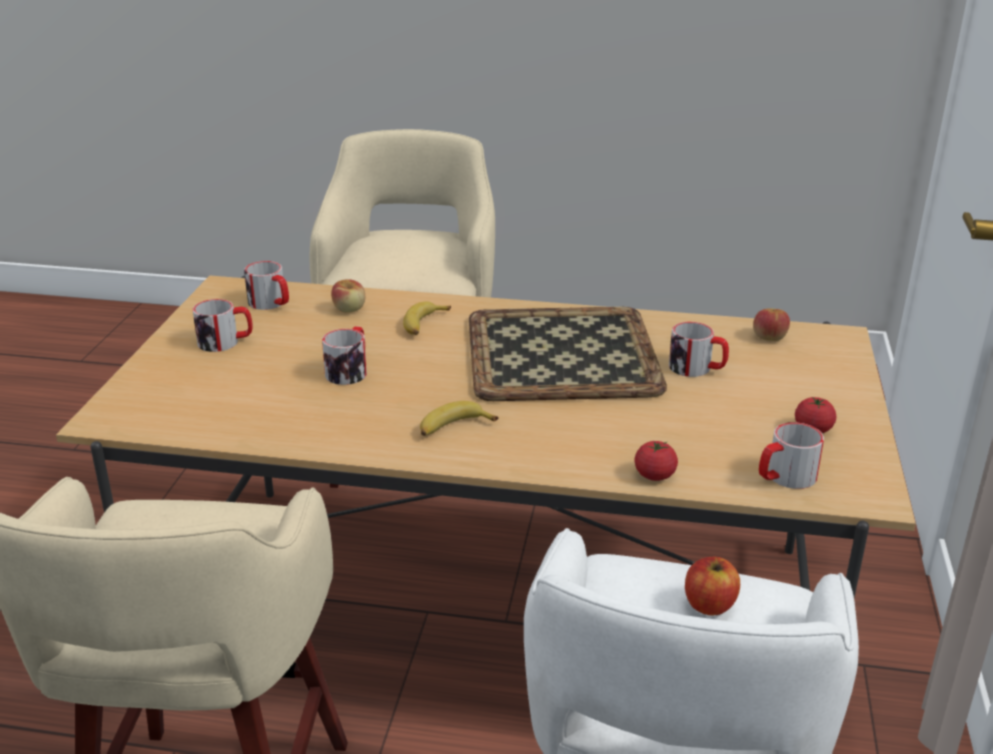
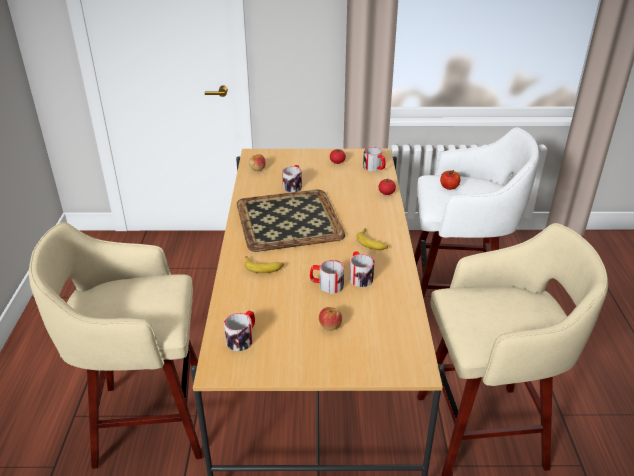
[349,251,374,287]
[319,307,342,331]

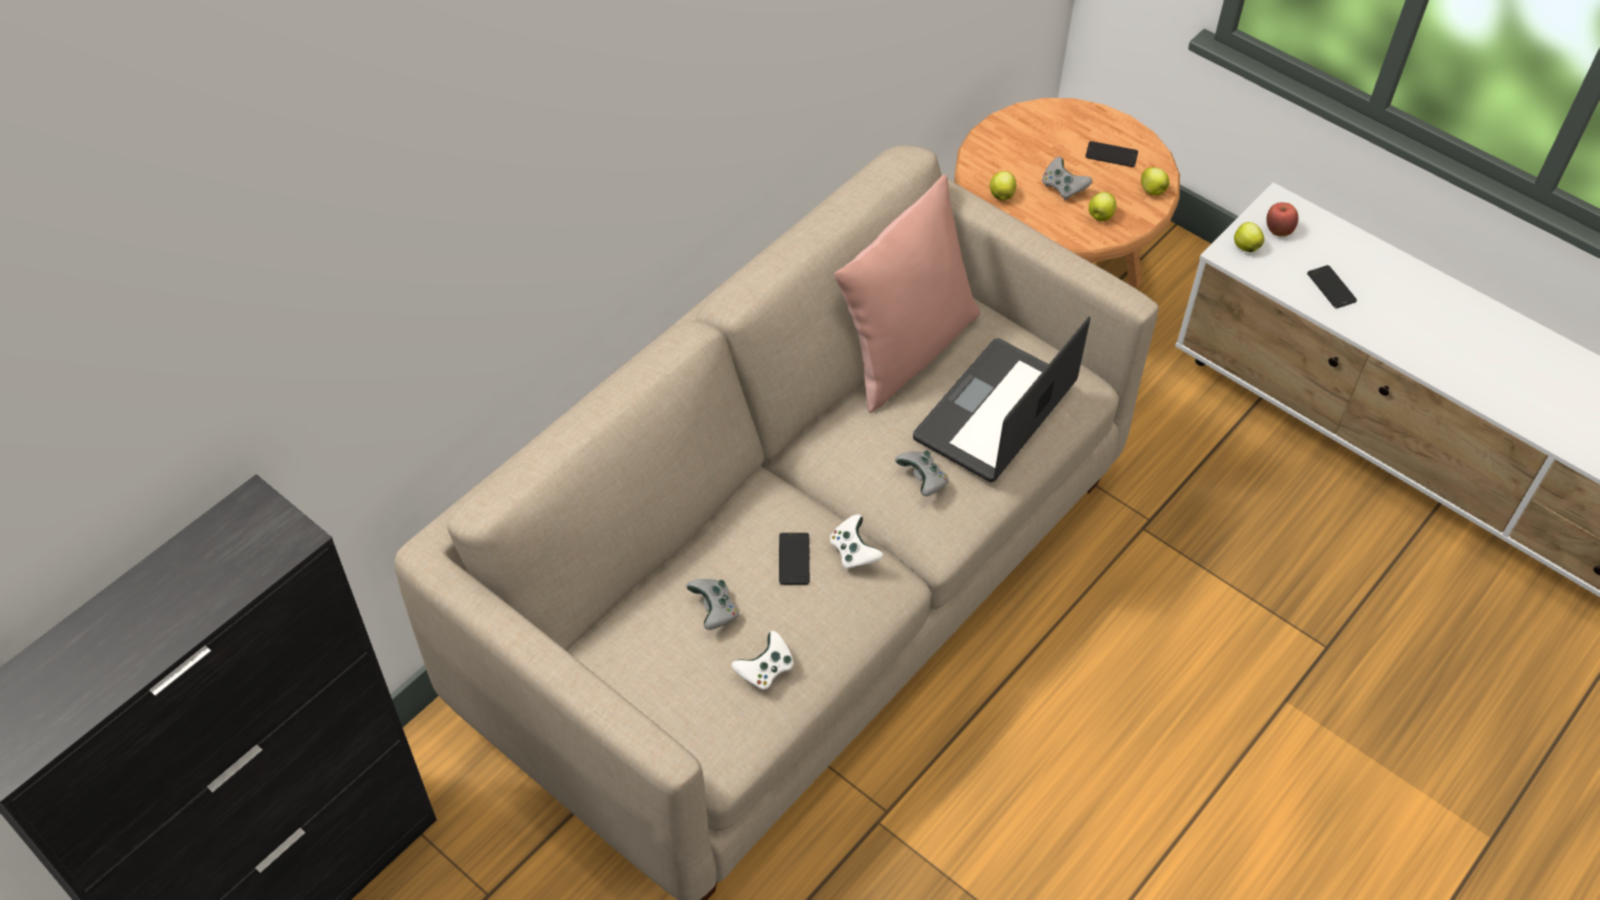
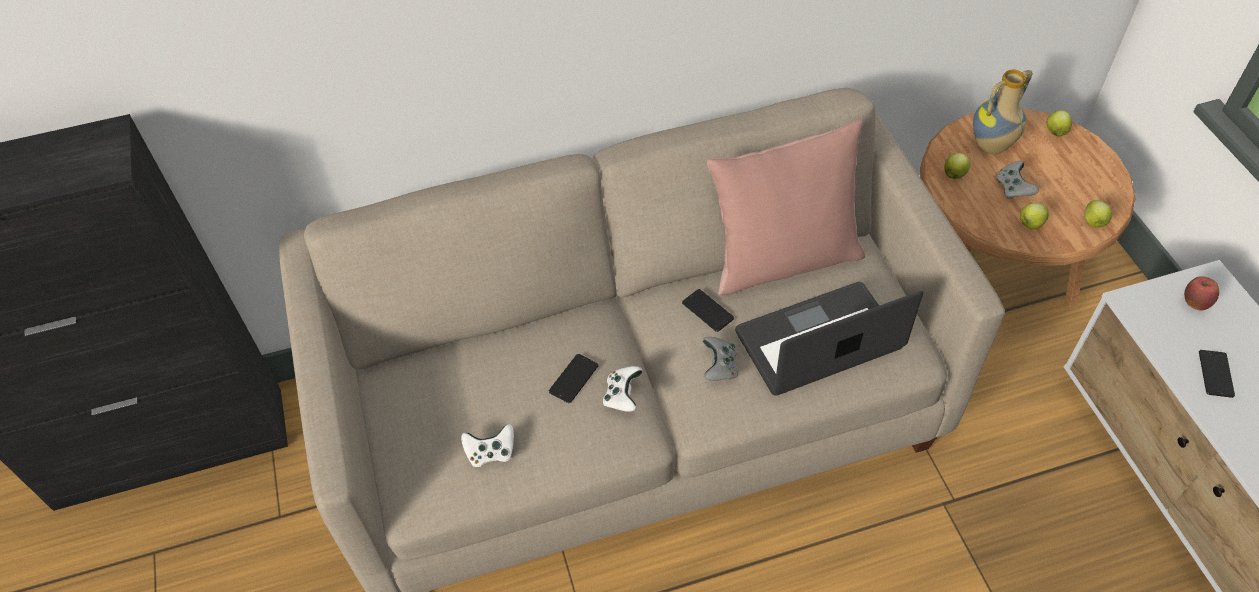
[686,579,739,630] (first image)
[682,289,734,332]
[1047,110,1072,136]
[973,70,1032,154]

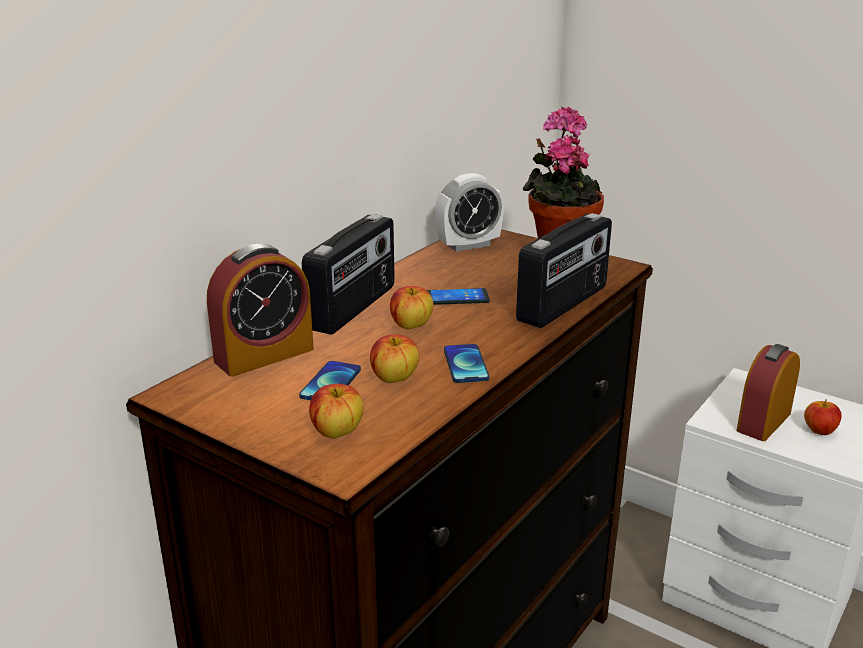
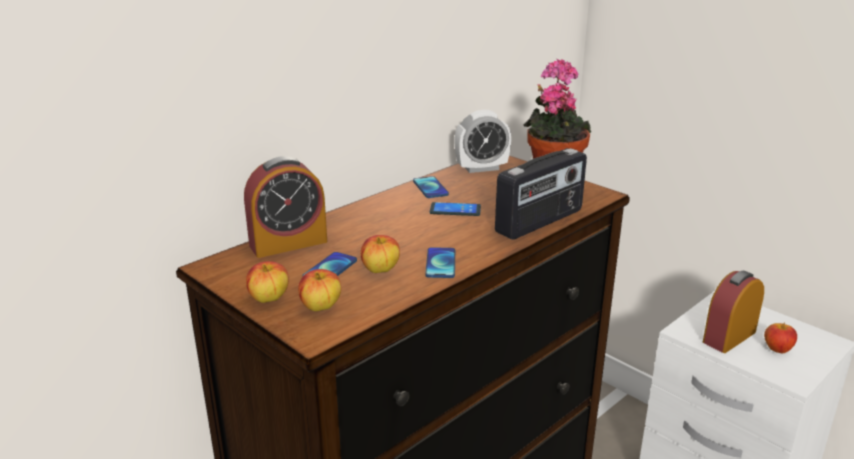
[302,214,395,335] (first image)
[246,261,289,303]
[413,176,449,198]

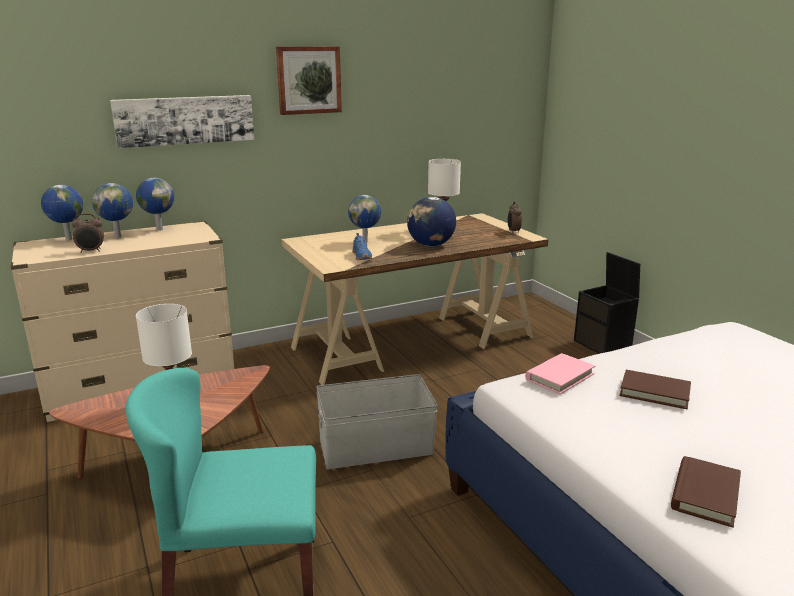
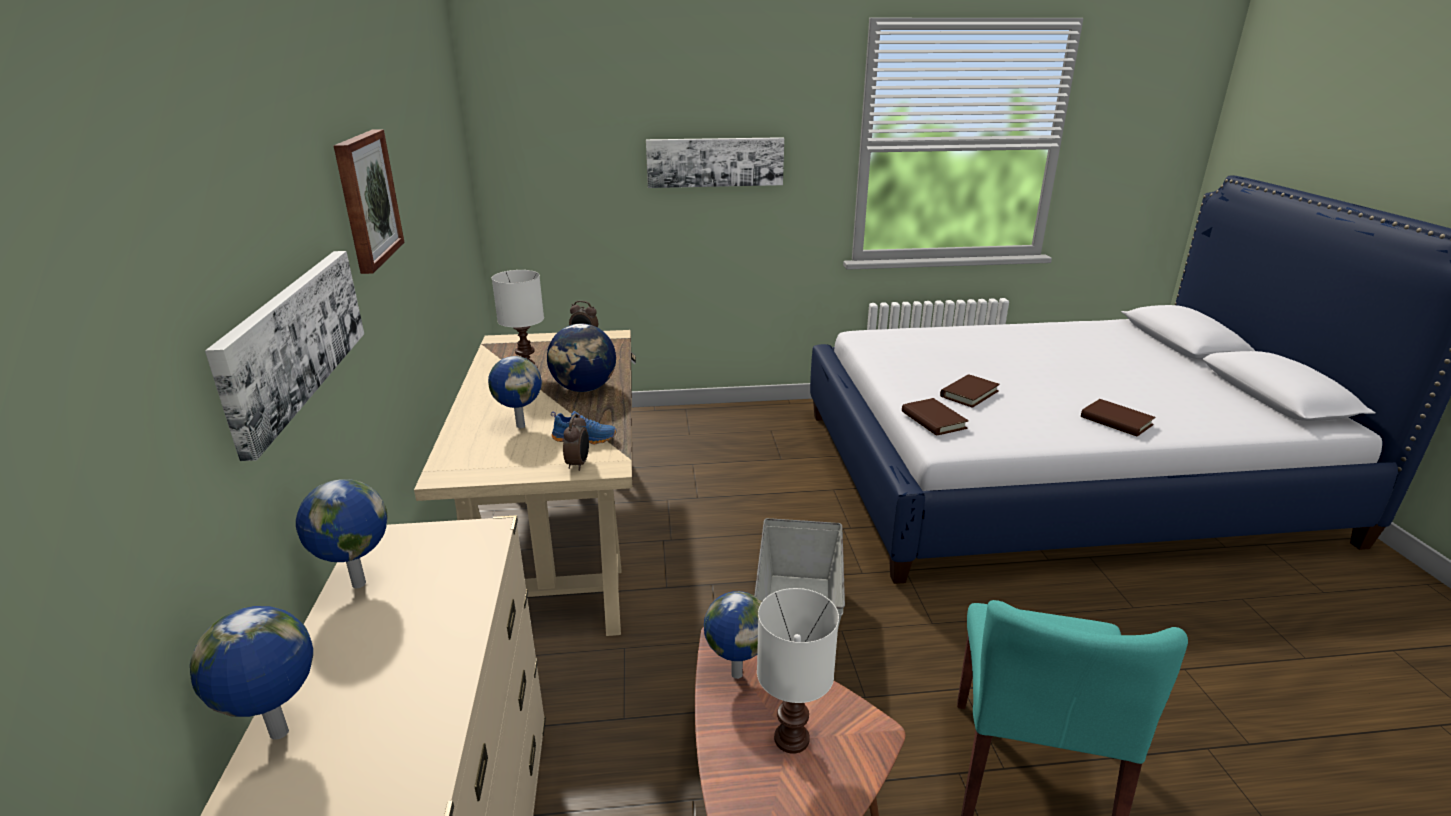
[563,414,589,471]
[704,591,761,679]
[902,398,969,436]
[574,252,640,354] (first image)
[646,137,784,188]

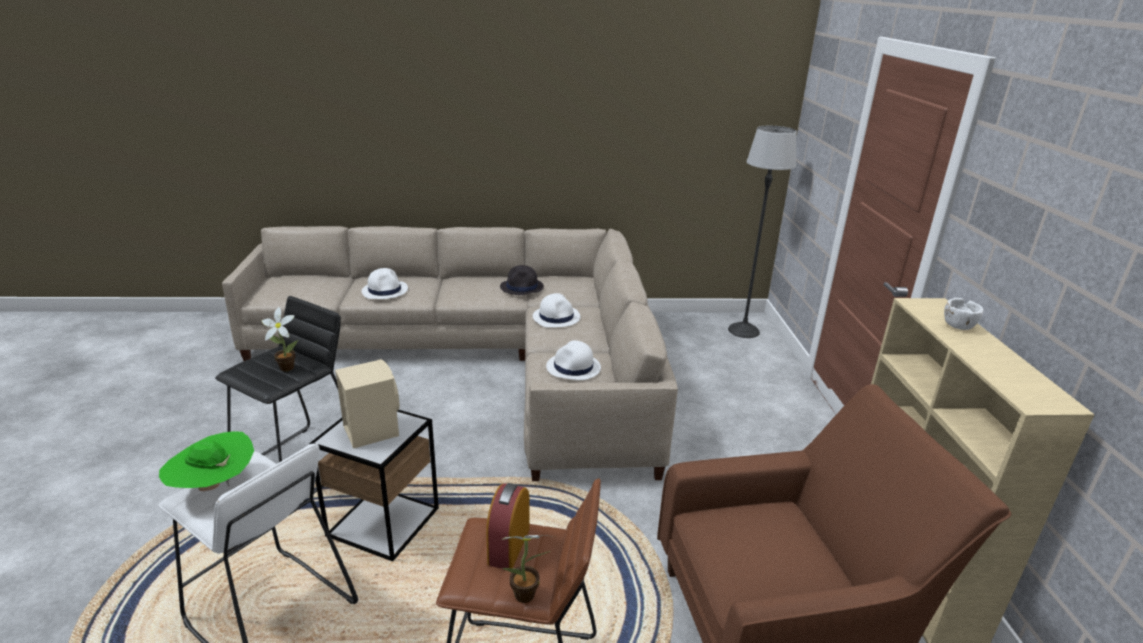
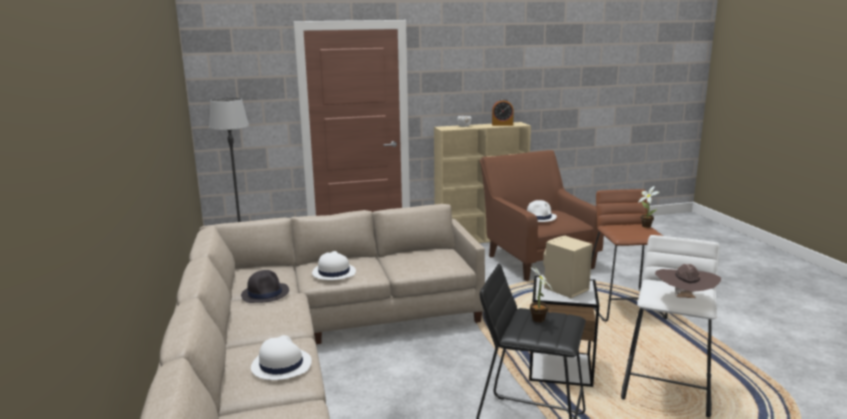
[655,264,721,298]
[492,99,514,126]
[527,200,557,222]

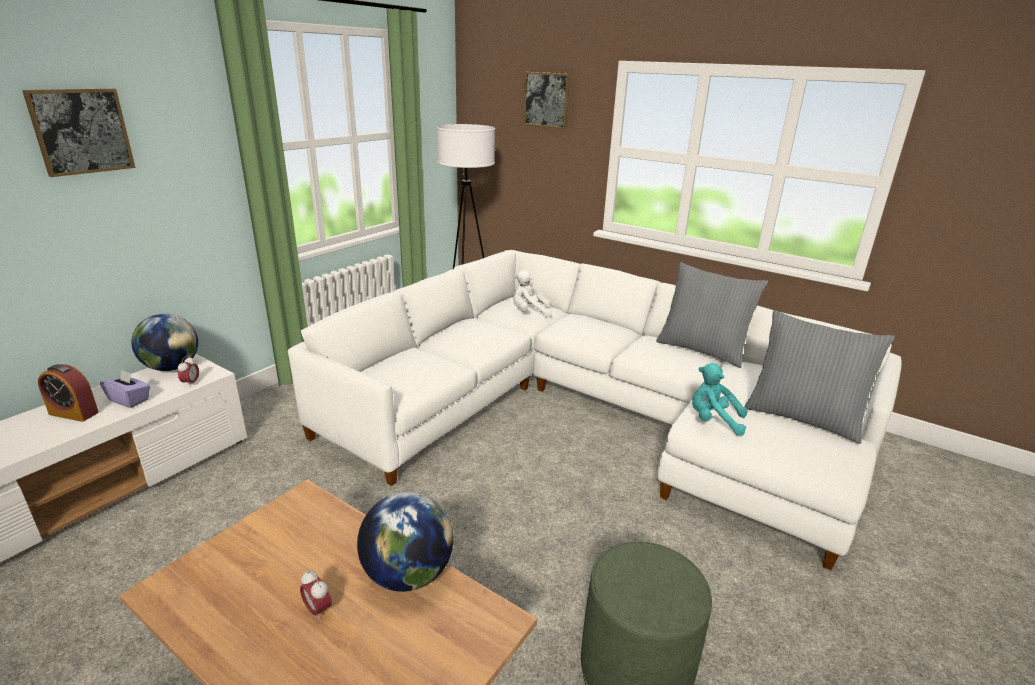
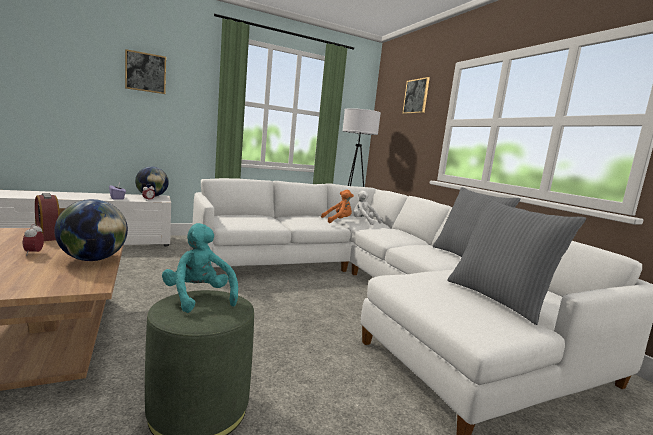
[35,193,60,241]
[162,223,238,313]
[321,190,354,223]

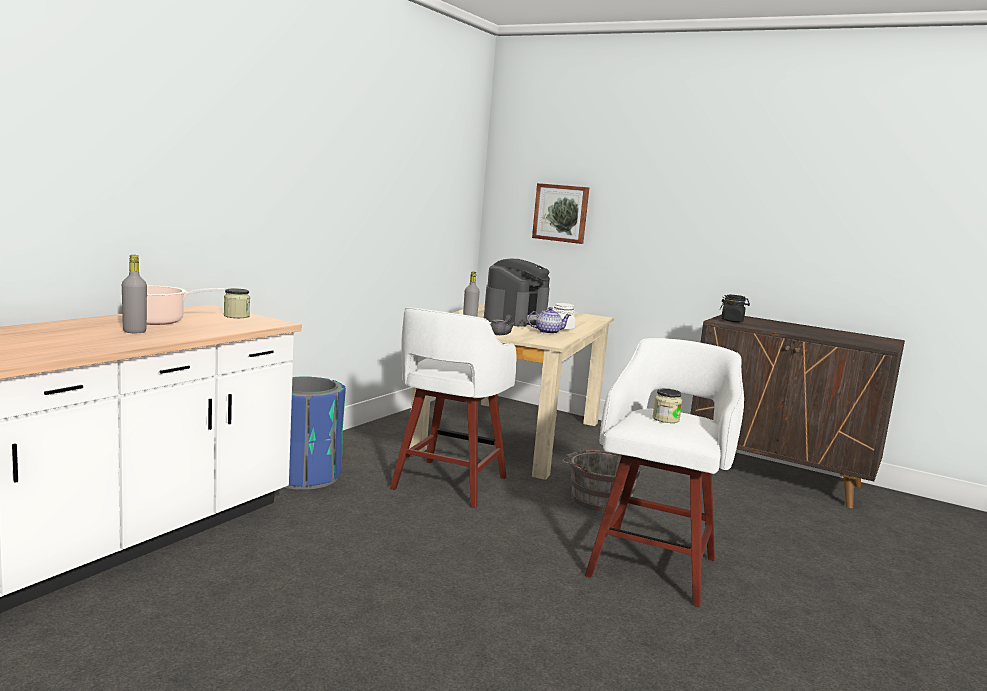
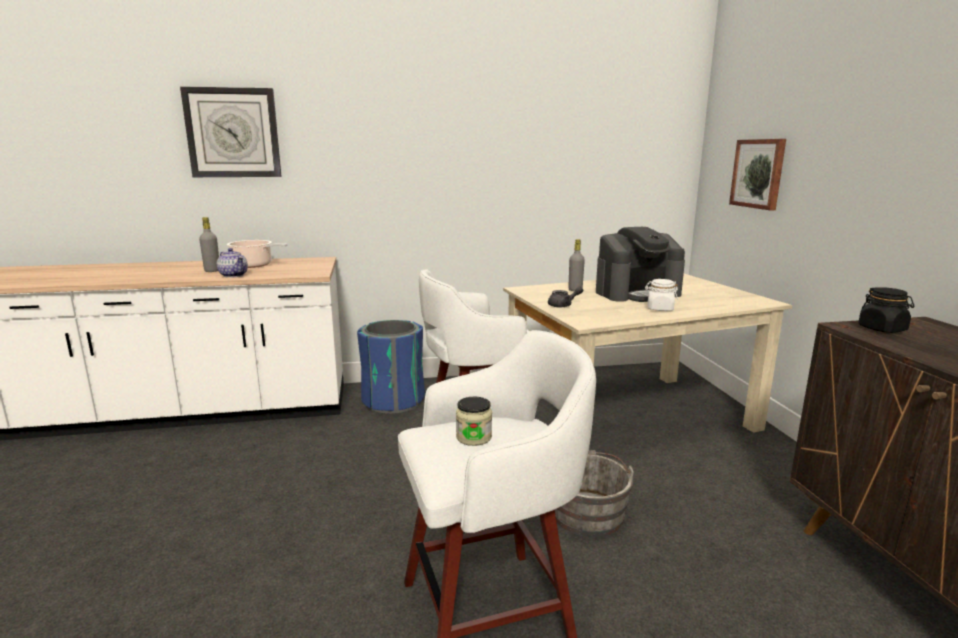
[224,288,250,318] (first image)
[217,248,248,278]
[180,86,282,177]

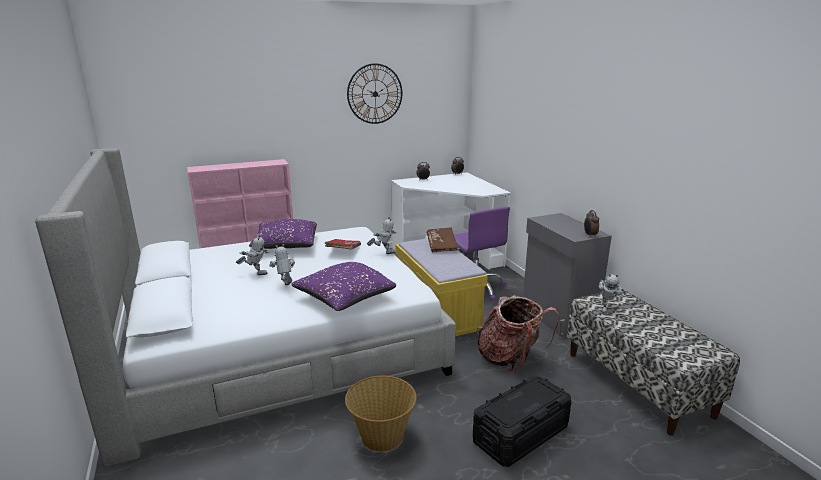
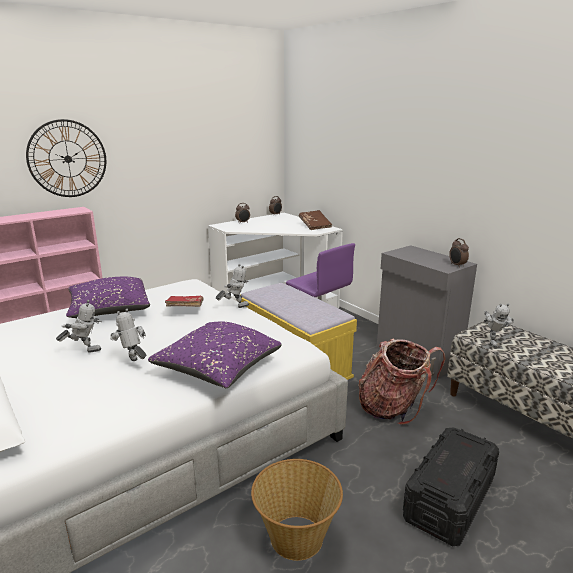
[26,119,106,197]
[299,210,333,230]

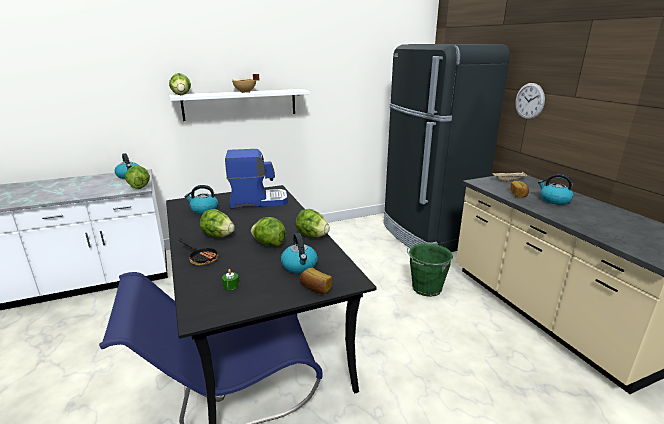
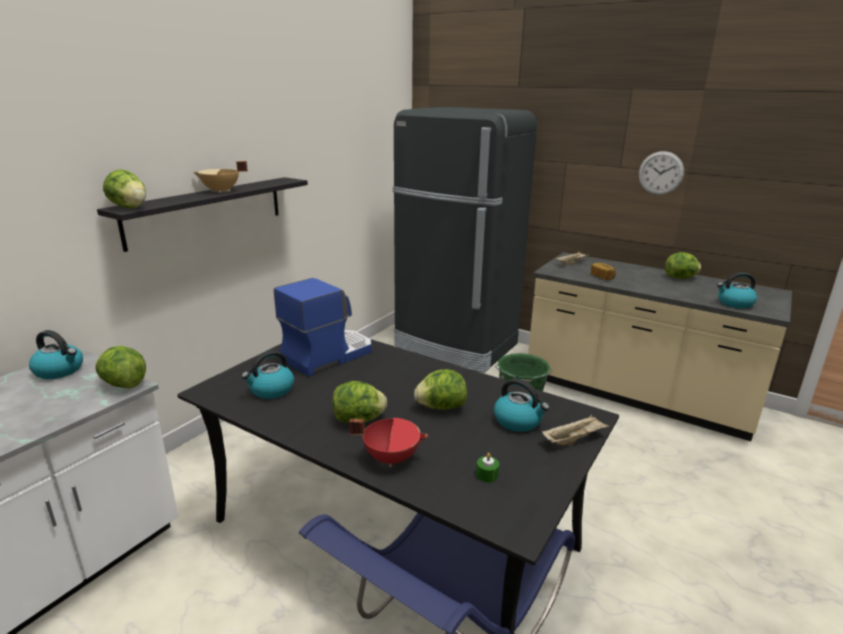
[97,177,308,252]
[349,418,428,467]
[665,252,701,279]
[542,414,609,446]
[639,151,684,195]
[717,272,757,309]

